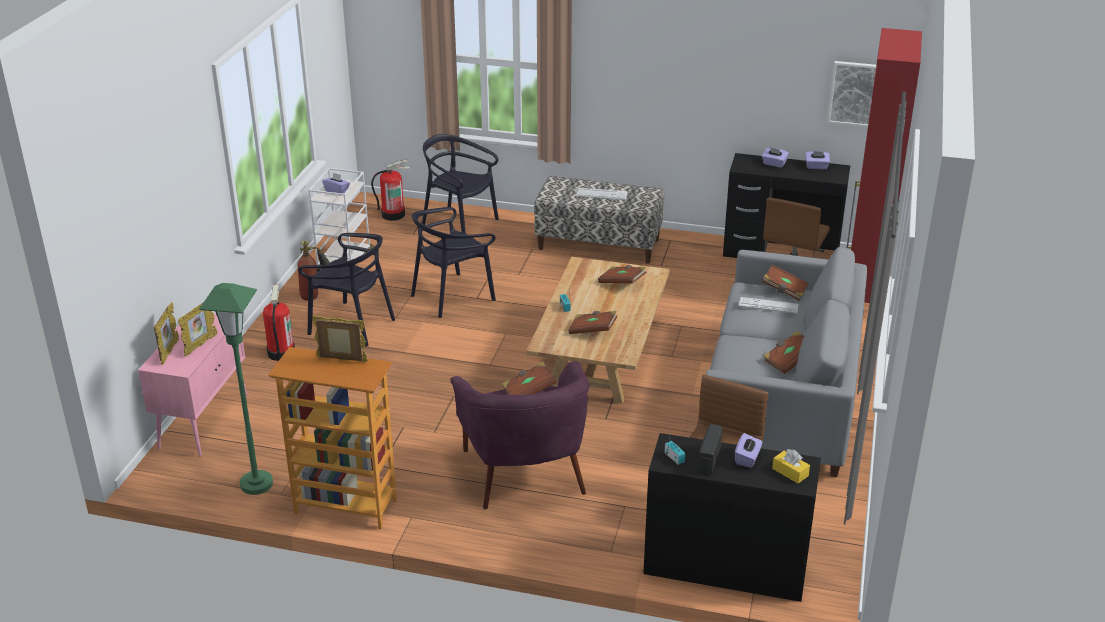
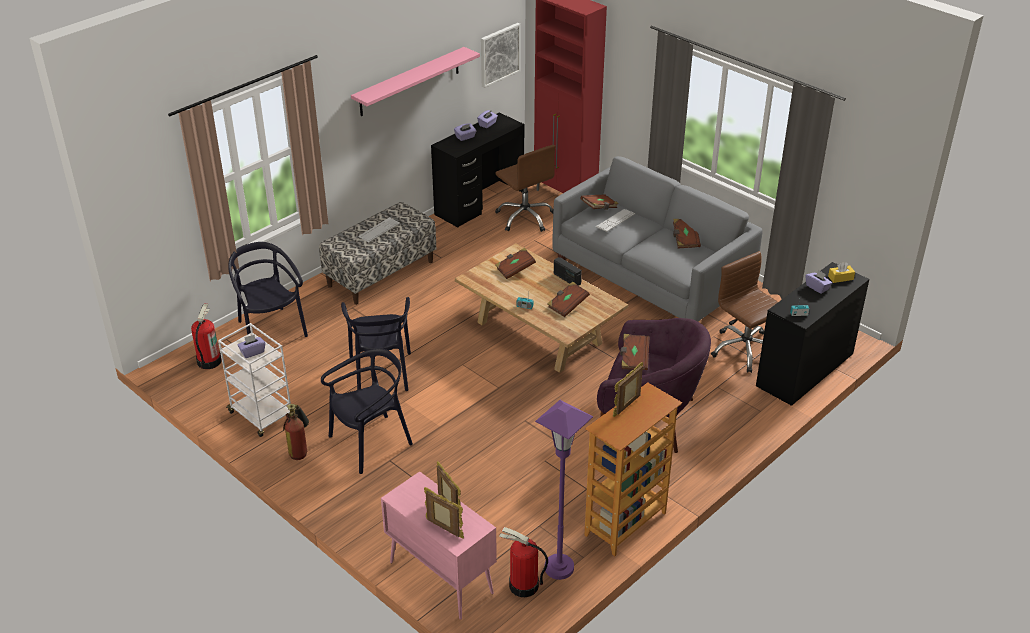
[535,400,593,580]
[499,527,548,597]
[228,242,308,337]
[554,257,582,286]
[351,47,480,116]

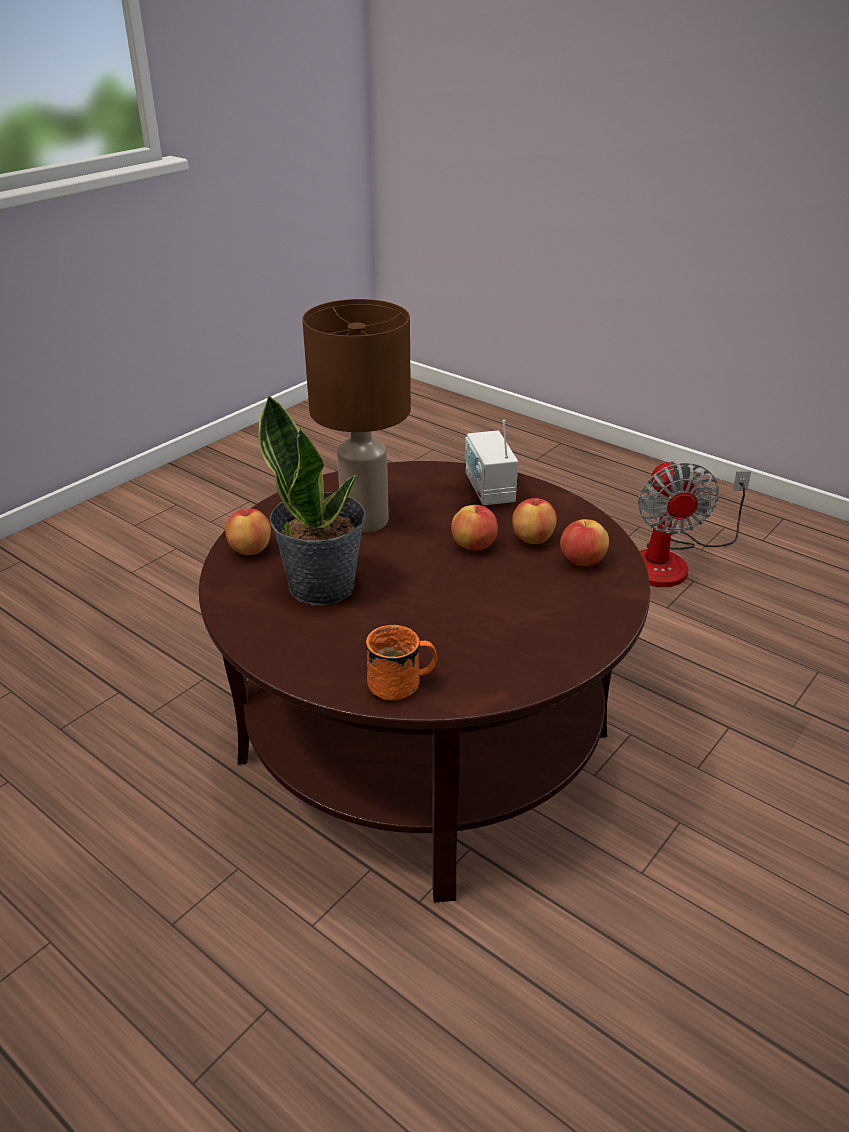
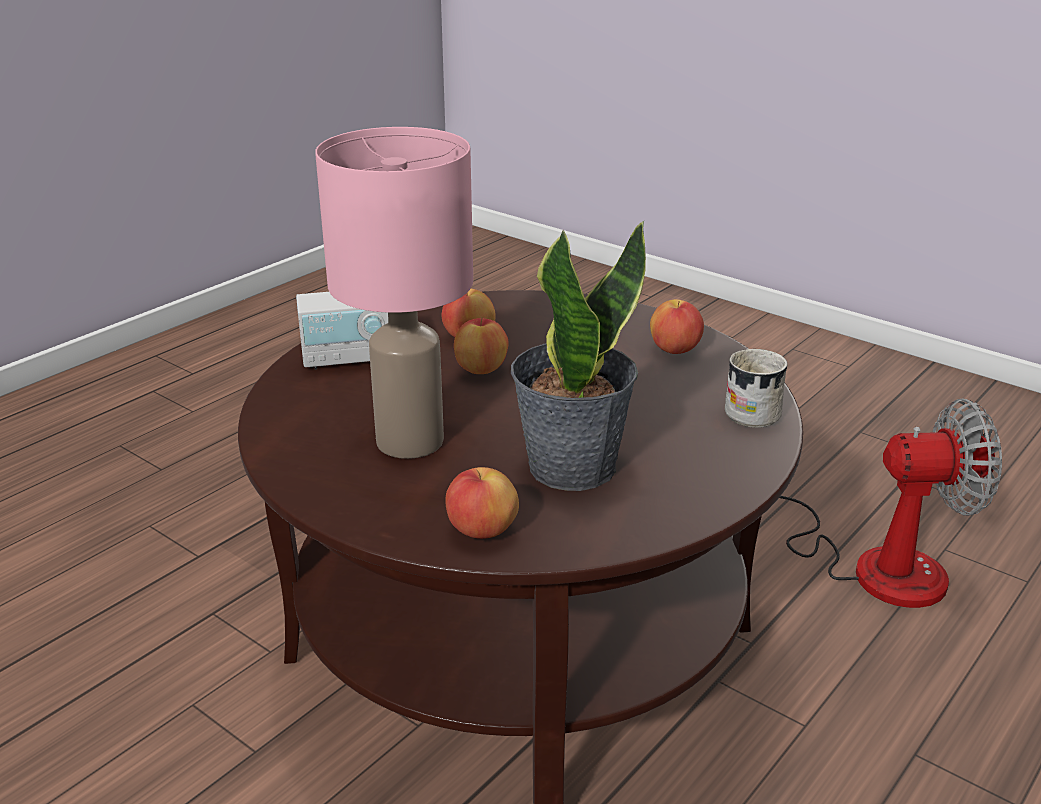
[315,127,473,459]
[725,349,788,428]
[650,299,704,354]
[779,399,1002,608]

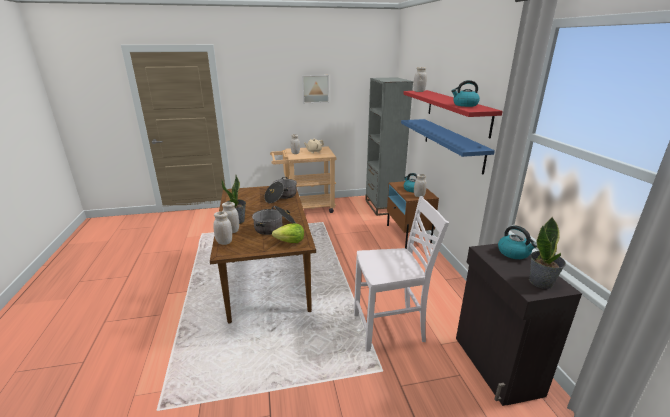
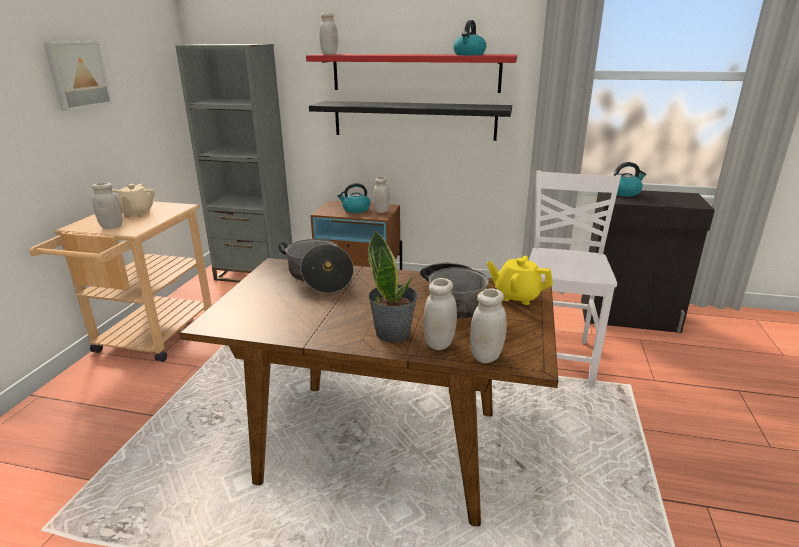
[487,256,553,305]
[309,101,512,141]
[529,217,566,289] (first image)

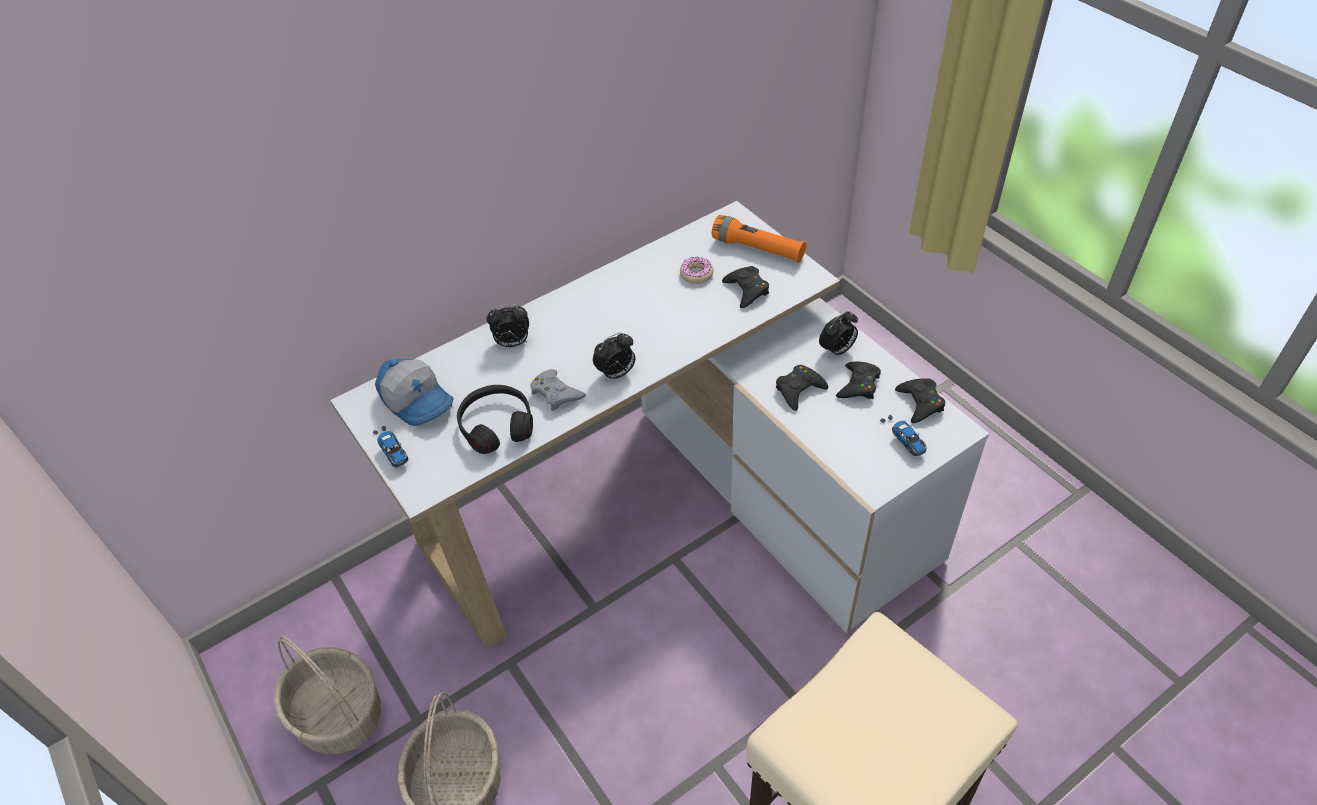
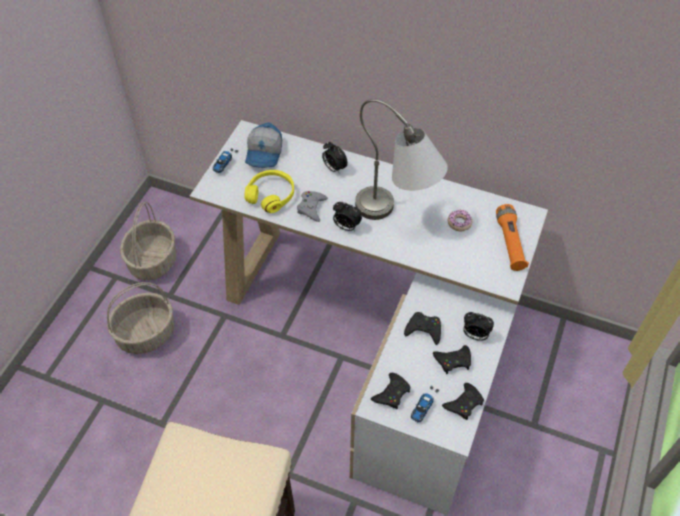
[244,170,294,213]
[371,373,410,409]
[355,99,448,220]

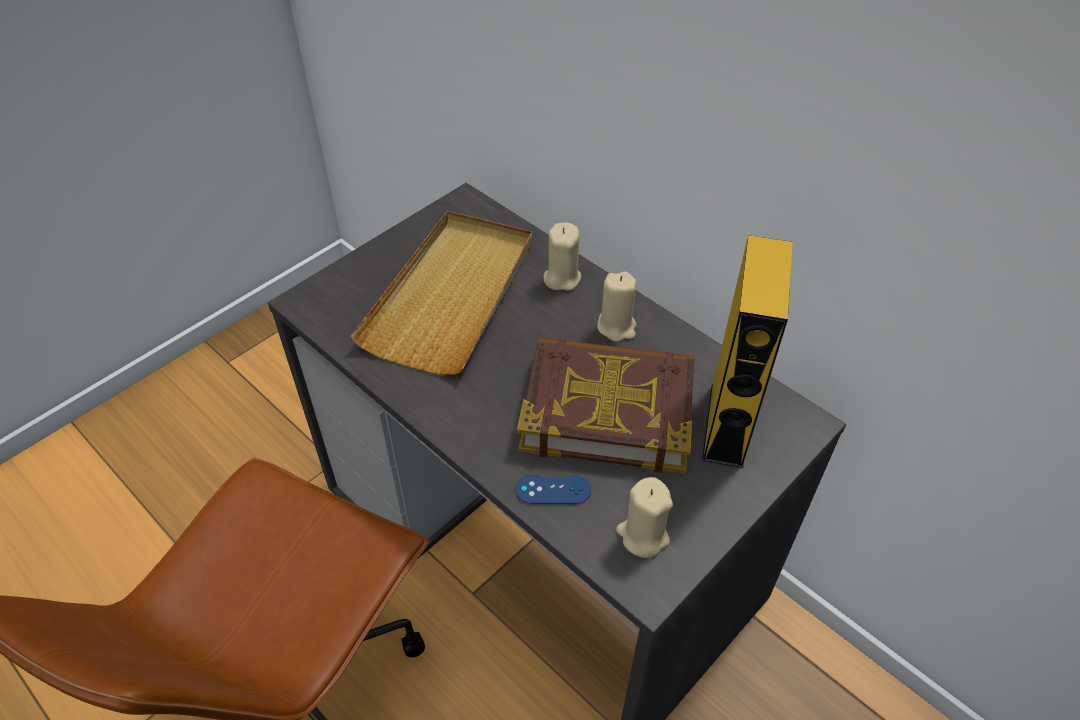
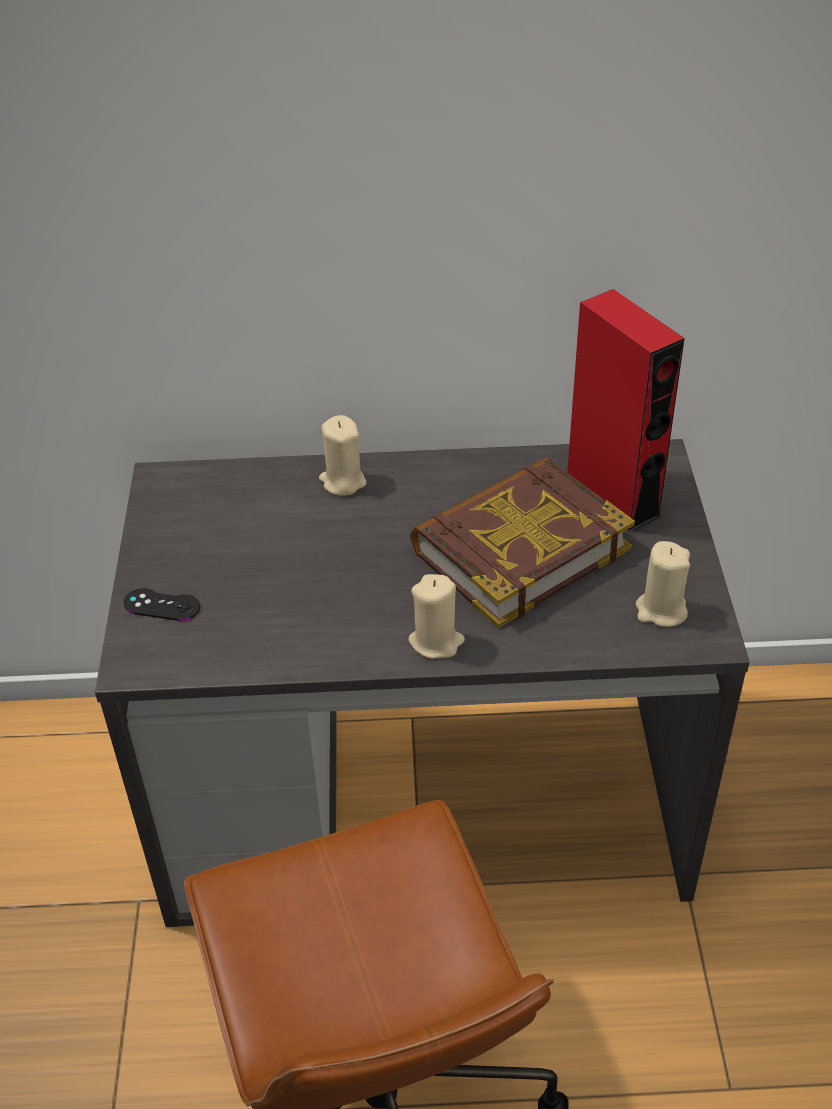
[350,211,533,375] (first image)
[516,475,591,504] (first image)
[408,574,465,659]
[567,289,685,533]
[124,588,200,621]

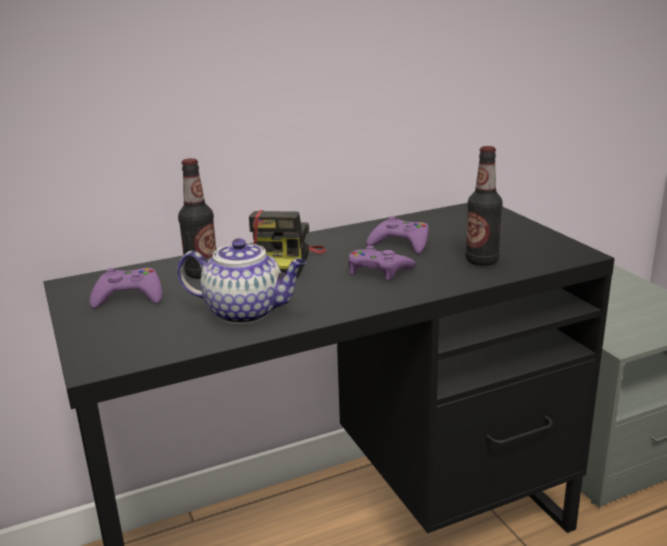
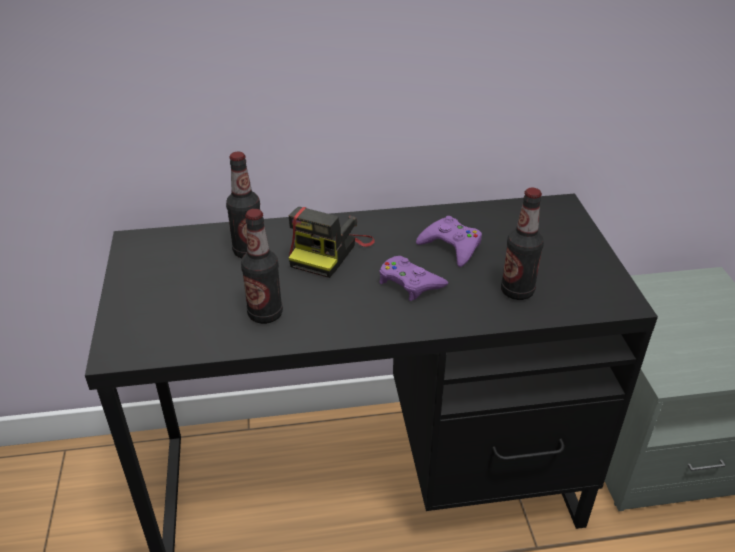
[90,268,162,309] (first image)
[241,209,283,324]

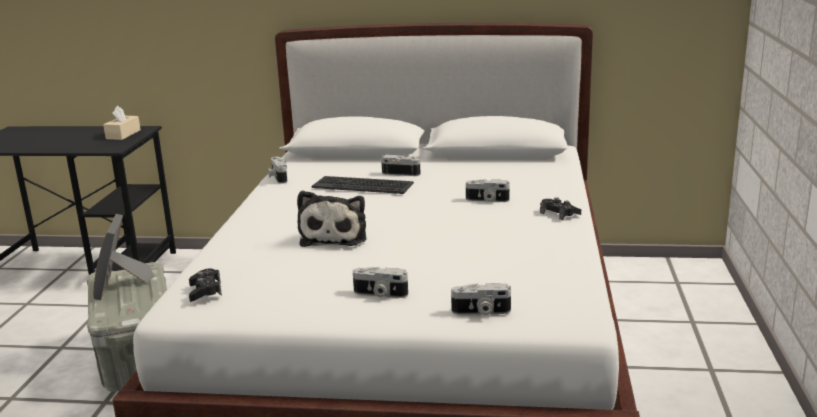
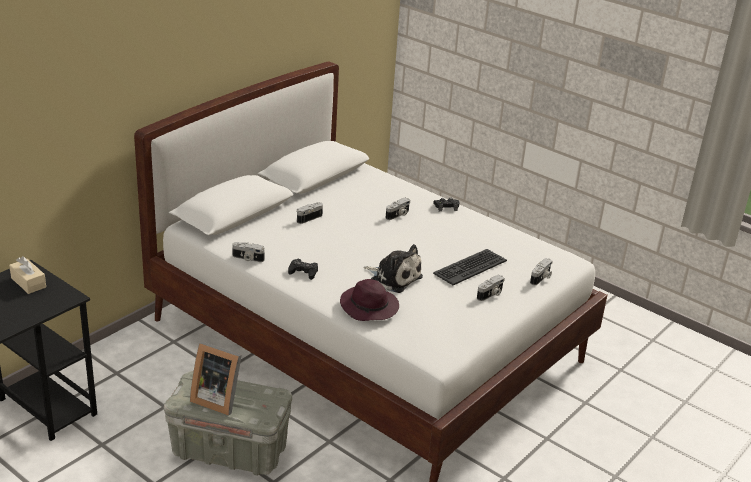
[288,259,318,280]
[433,249,507,285]
[340,279,399,321]

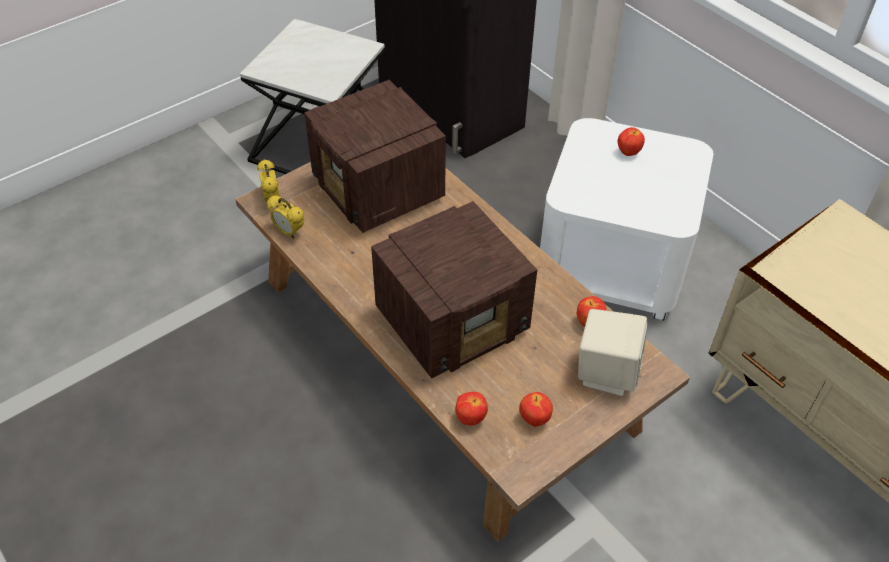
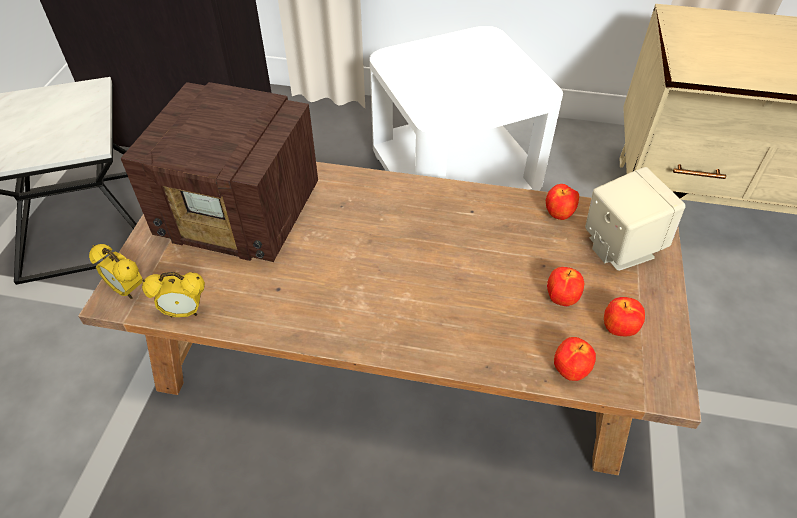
[371,201,537,379] (first image)
[547,267,584,306]

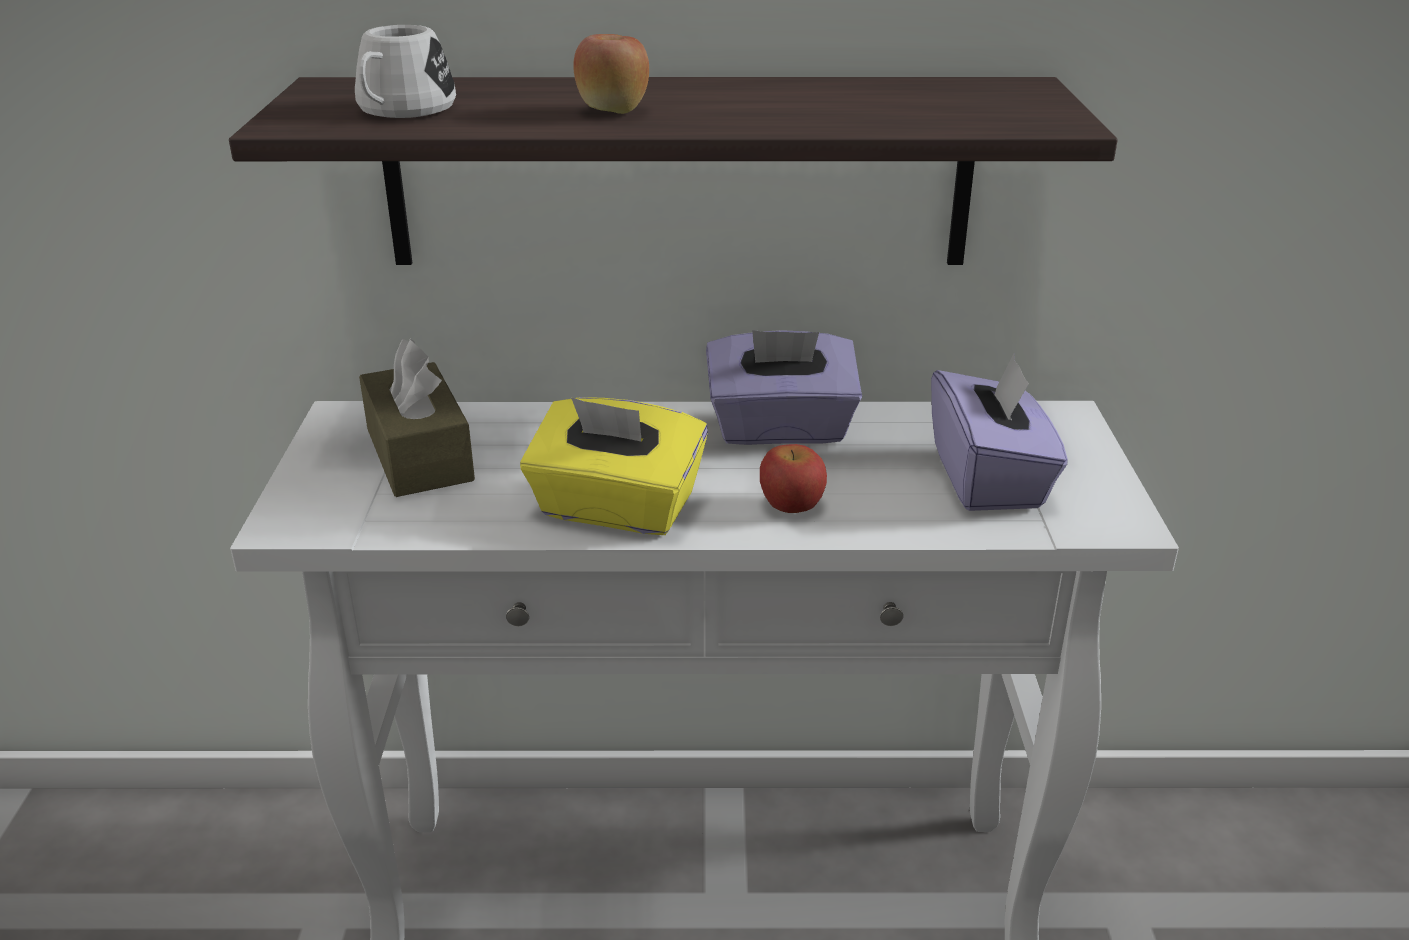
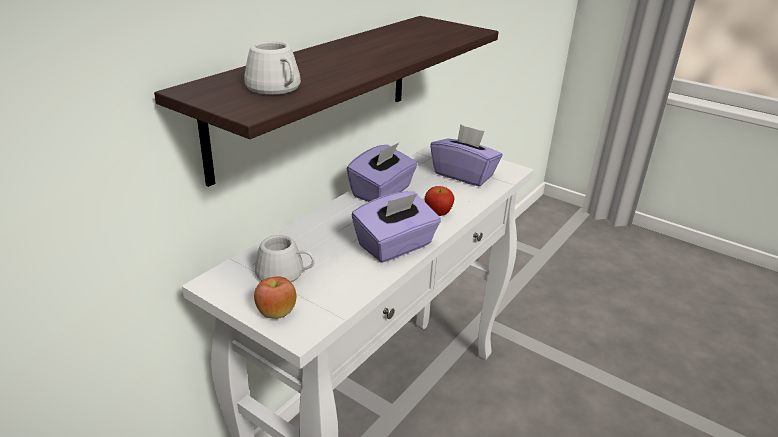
[255,235,315,282]
[352,192,441,263]
[254,276,296,319]

